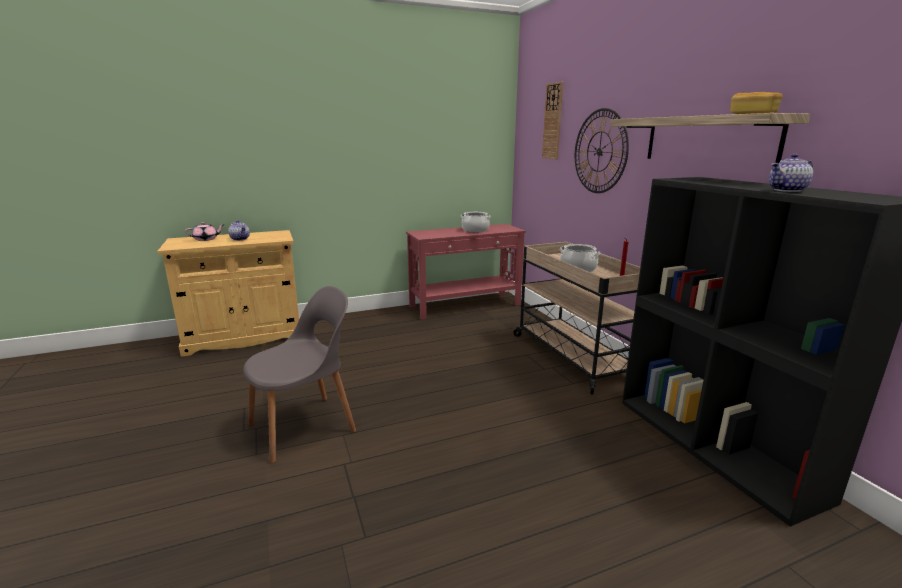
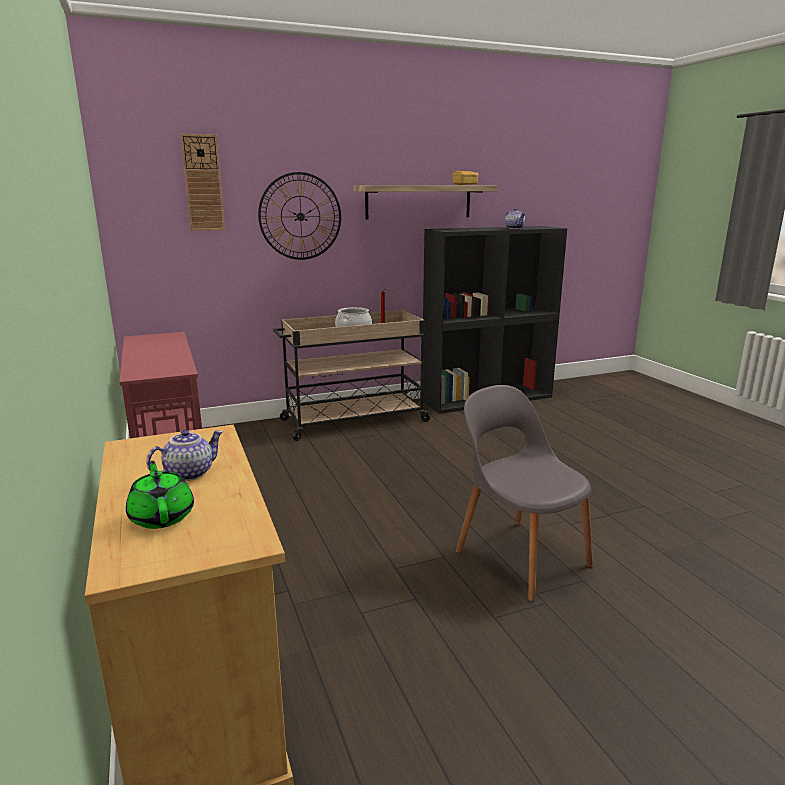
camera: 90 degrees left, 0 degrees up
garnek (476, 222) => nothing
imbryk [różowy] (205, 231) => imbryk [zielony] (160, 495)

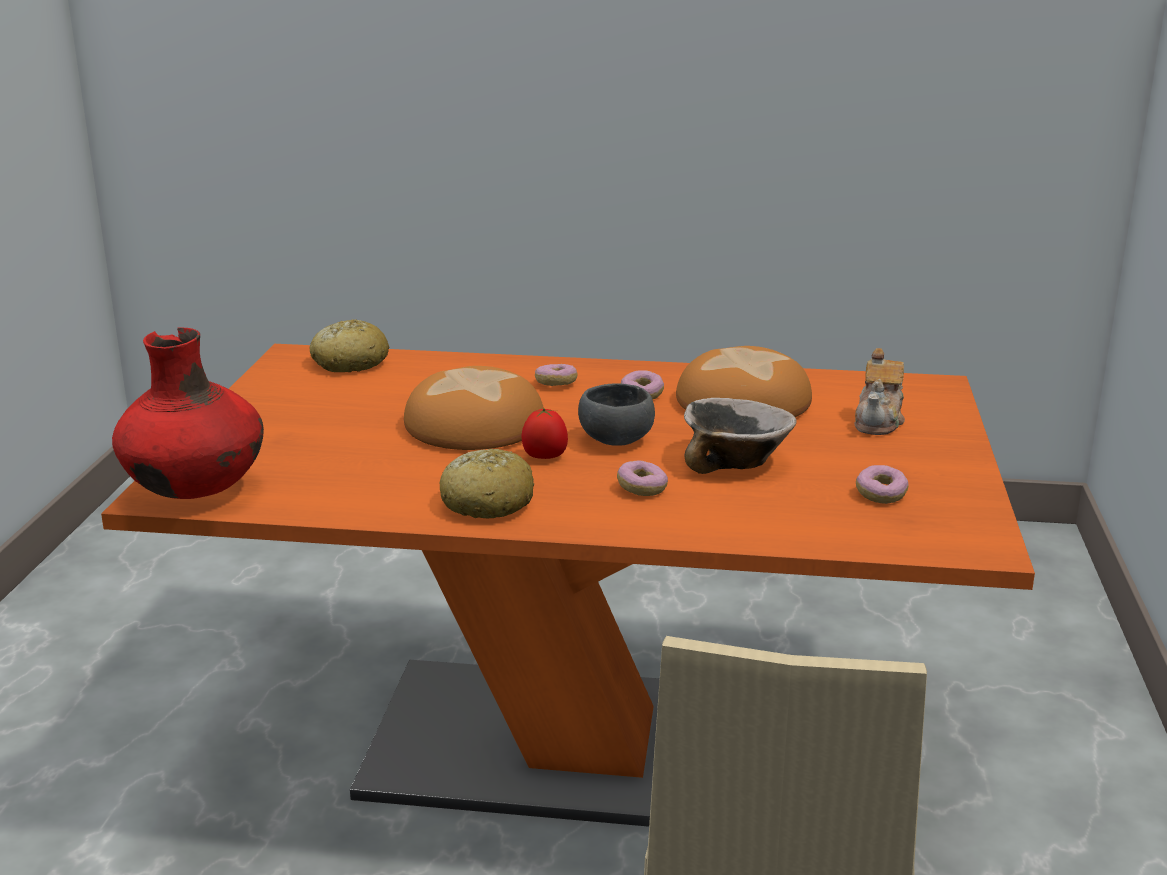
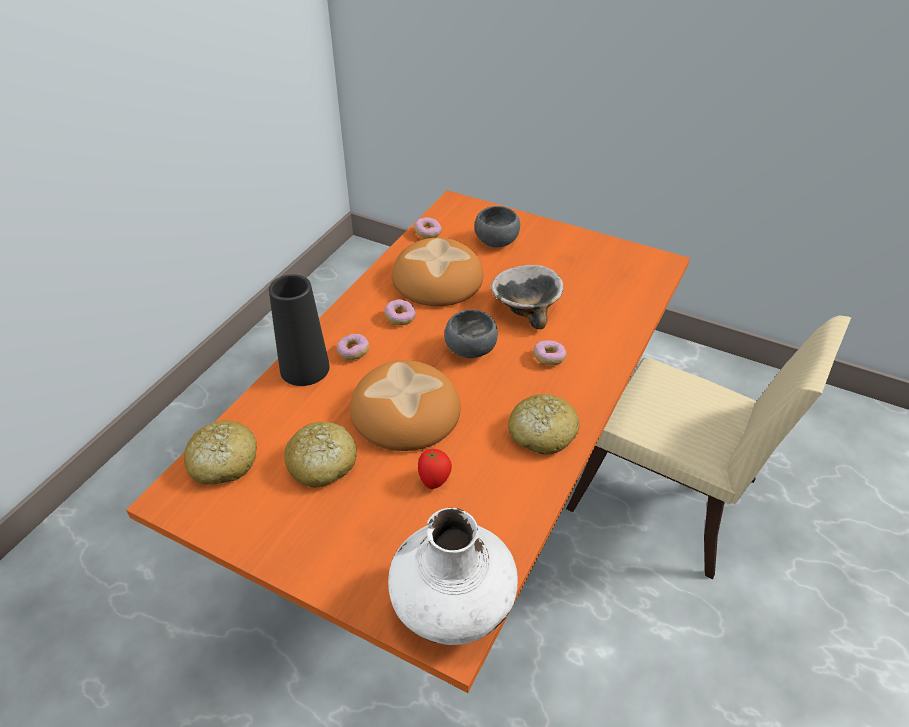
camera: 70 degrees left, 20 degrees up
nothing => wazon [czarny] (299, 330)
nothing => chleb (320, 454)
pomidor (545, 433) => pomidor (435, 469), moved
donut (882, 484) => donut (428, 228), moved
imbryk (880, 391) => miska [szary] (497, 226)
wazon [czerwony] (188, 413) => wazon [biały] (453, 576)

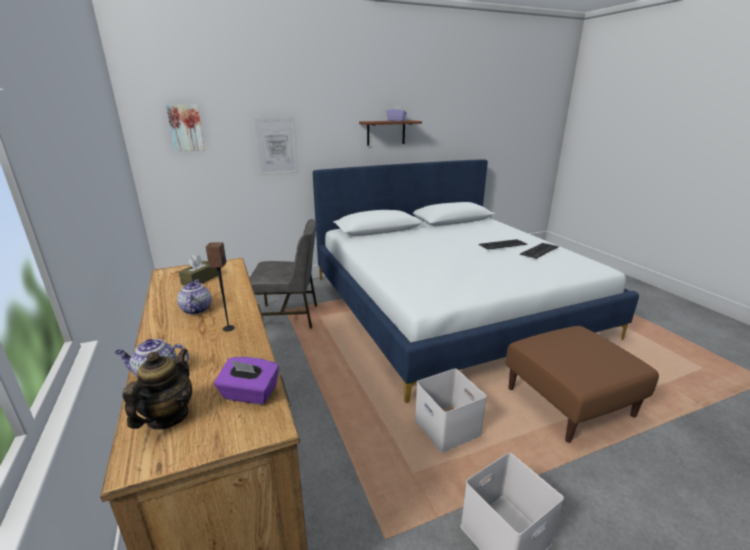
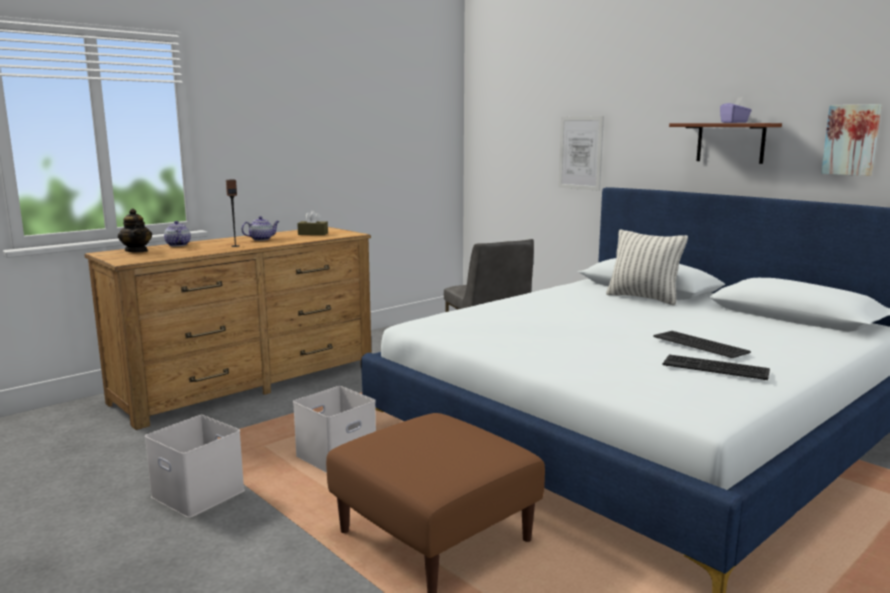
camera: 70 degrees right, 10 degrees down
pudełko chusteczek [fioletowy] (246, 380) => nothing
nothing => poduszka (647, 267)
obraz (185, 128) => obraz (851, 140), moved
imbryk (157, 389) => imbryk (135, 230), 60 degrees clockwise

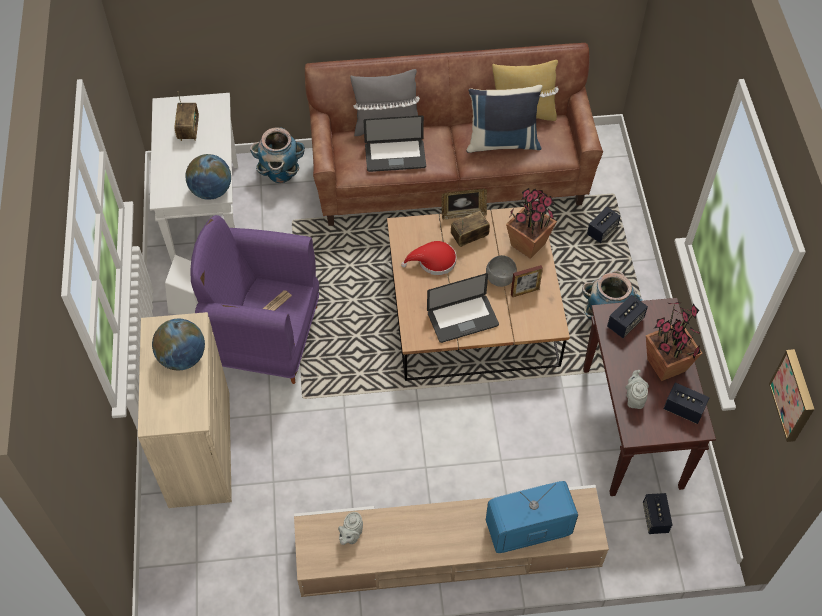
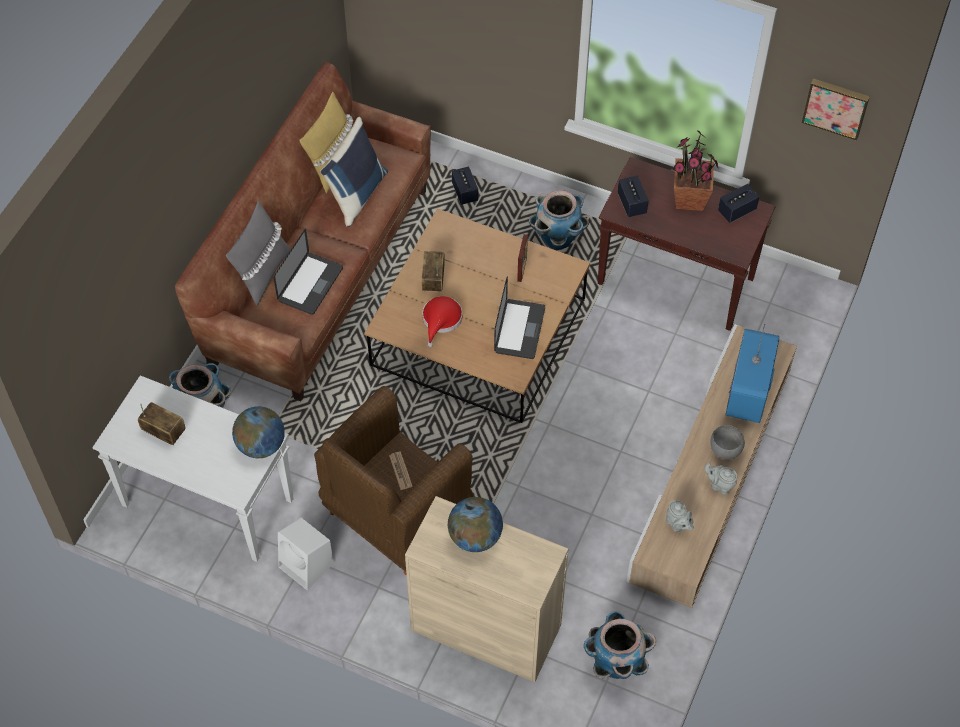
camera: 60 degrees left, 0 degrees up
ramka na zdjęcie (464, 204) => nothing
roślina doniczkowa (531, 223) => nothing
głośnik (658, 513) => nothing
nothing => donica (620, 645)
miska [szary] (501, 271) => miska [szary] (727, 442), moved
imbryk [szary] (637, 389) => imbryk [szary] (720, 479), moved
fotel [fioletowy] (254, 299) => fotel [brązowy] (394, 480)

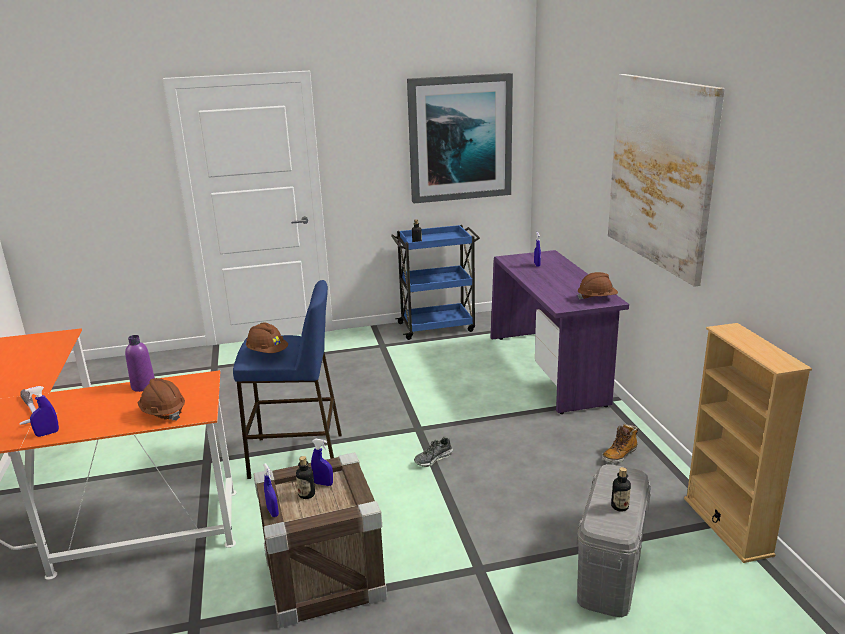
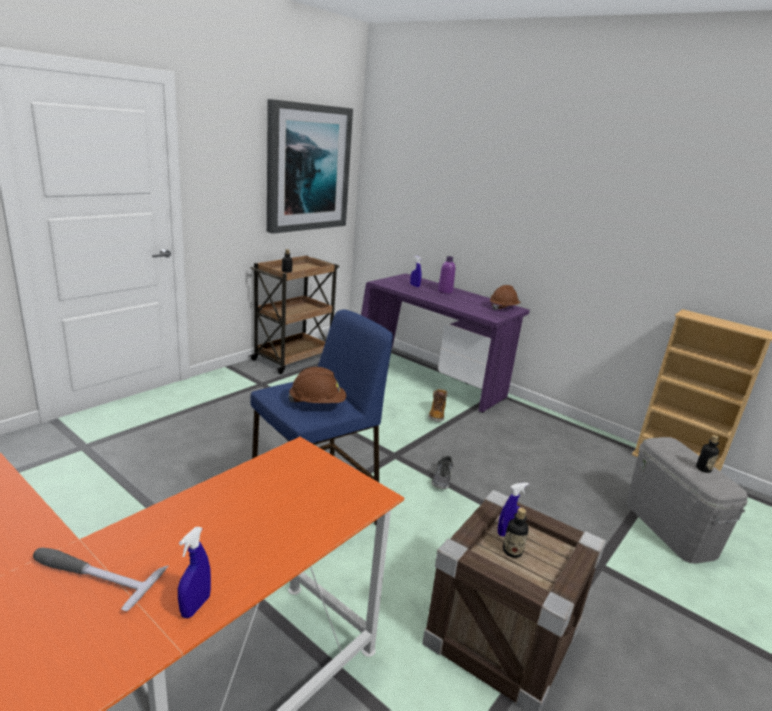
camera: 40 degrees left, 0 degrees up
kask [brązowy] (161, 399) => nothing
spryskiwacz [niebieski] (271, 490) => nothing
obraz (666, 180) => nothing
butelka [fioletowy] (140, 363) => butelka [fioletowy] (446, 275), moved
but z cholewką (620, 443) => but z cholewką (438, 405), moved
wózek [niebieski] (435, 282) => wózek [brązowy] (294, 314)

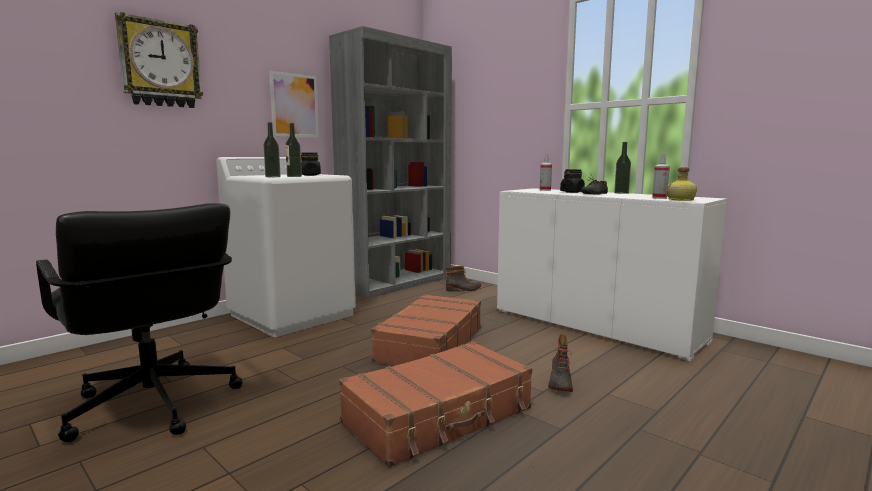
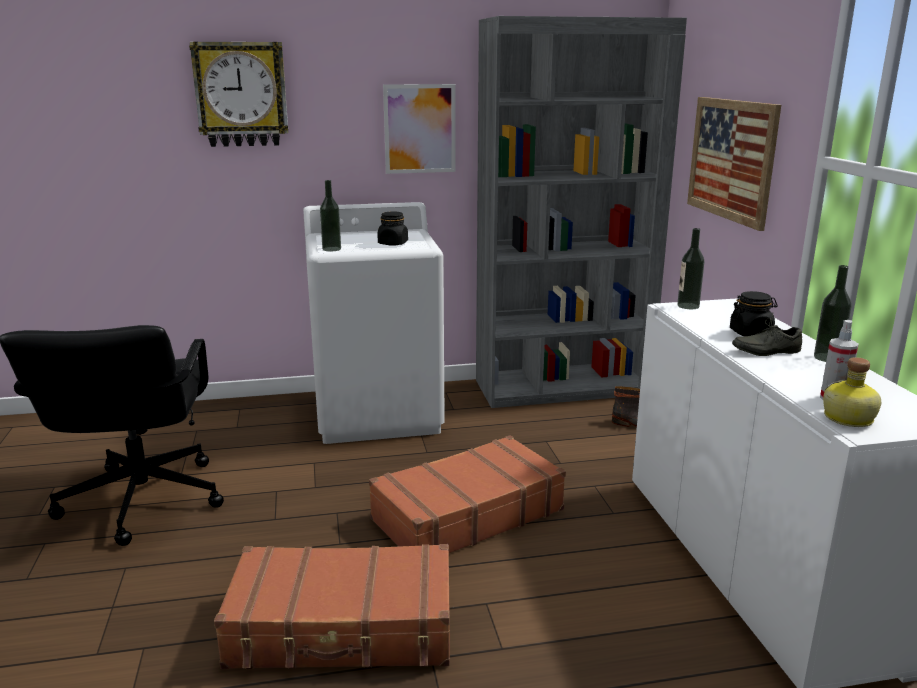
camera: 35 degrees right, 10 degrees up
spryskiwacz (546, 172) => nothing
but z cholewką (560, 363) => nothing
nothing => obraz (734, 164)
butelka (293, 150) => butelka (690, 268), moved

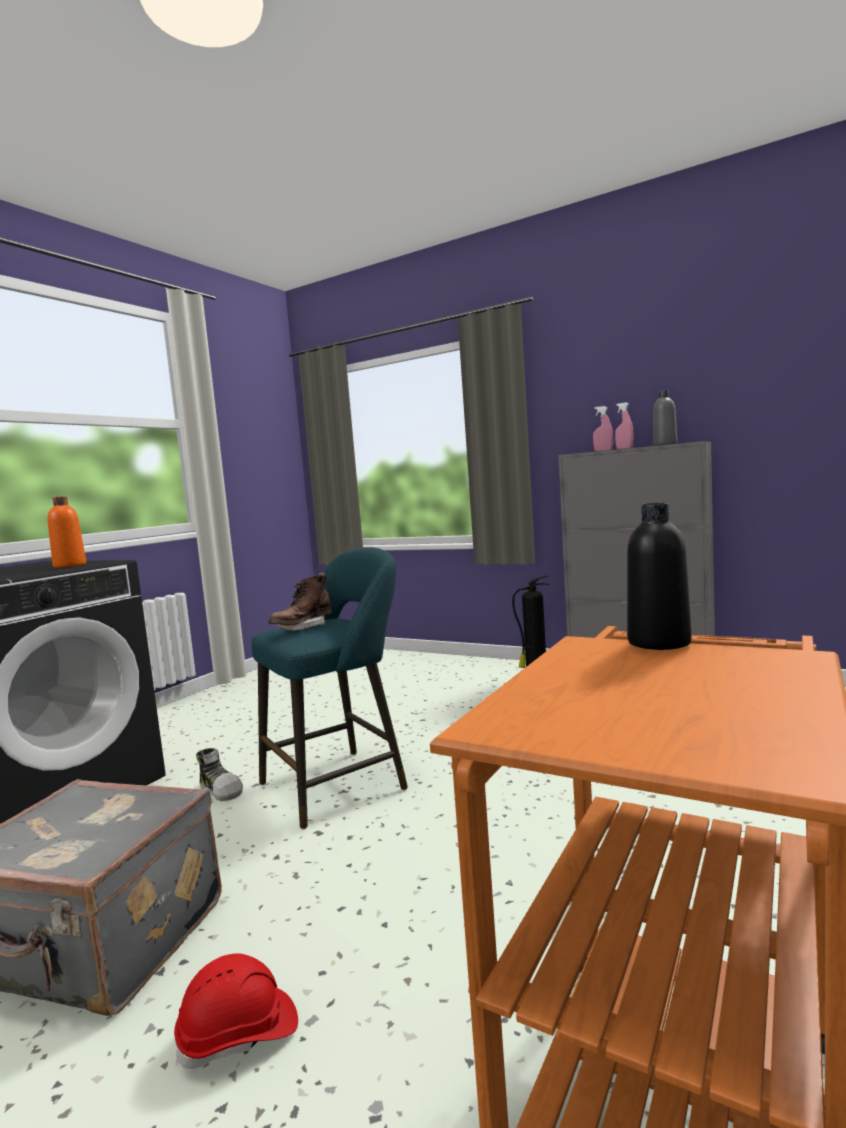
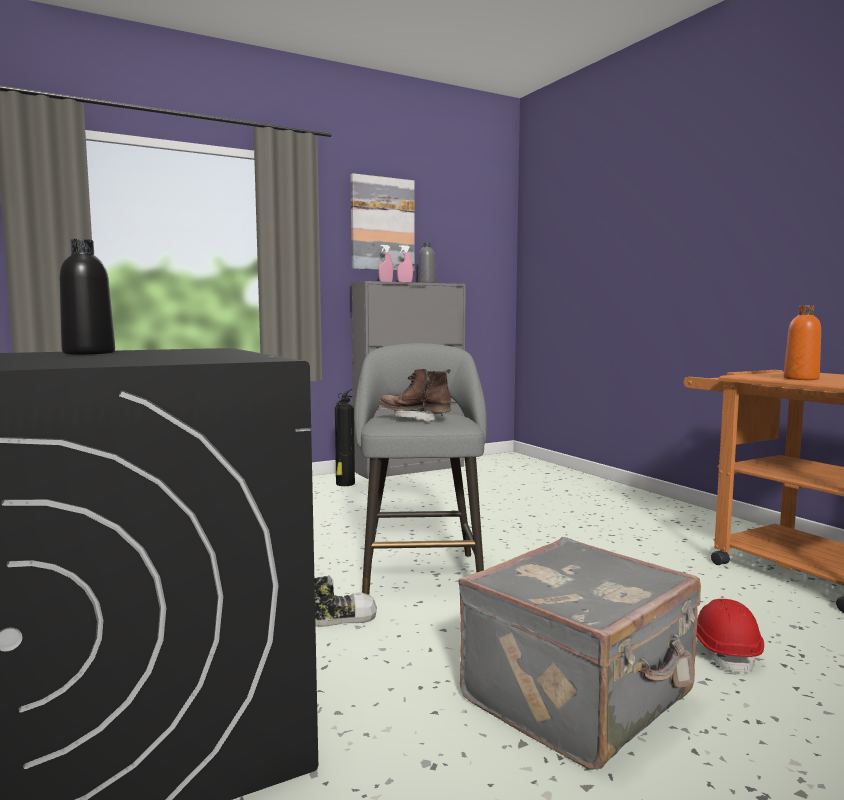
camera: 60 degrees left, 0 degrees up
nothing => obraz (383, 222)
butelka [pomarańczowy] (66, 532) => butelka [pomarańczowy] (802, 343), moved
butelka [czarny] (659, 576) => butelka [czarny] (87, 296), moved
stołek [turkusowy] (329, 688) => stołek [szary] (420, 469)
but z cholewką [brązowy] (300, 601) => but z cholewką [brązowy] (415, 395), 135 degrees clockwise

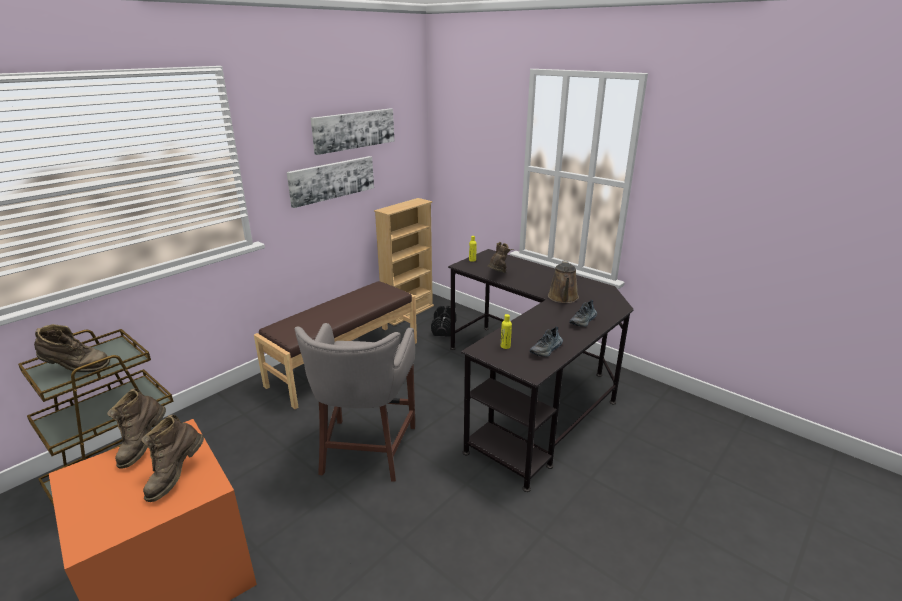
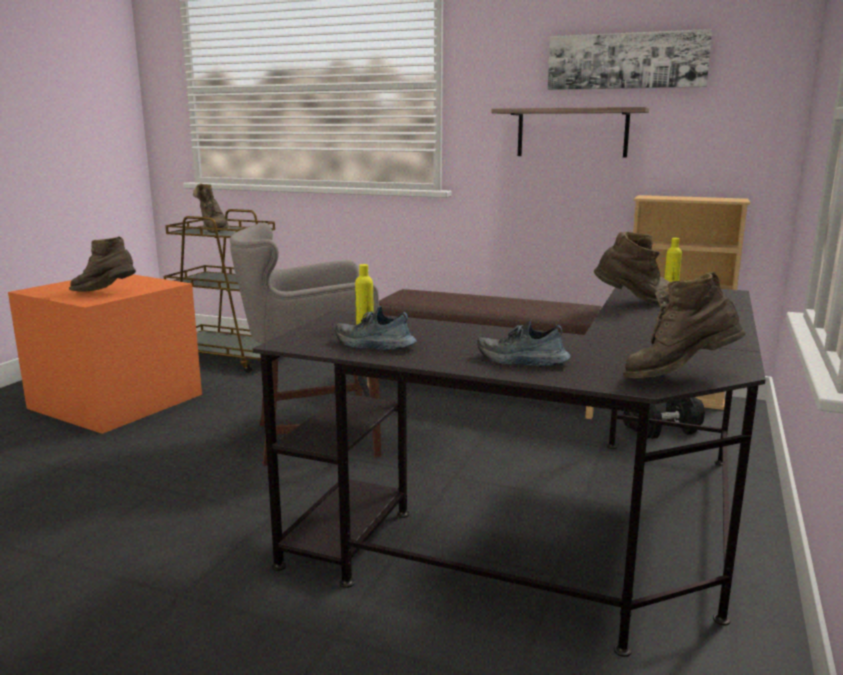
camera: 70 degrees right, 10 degrees down
konewka [brązowy] (563, 281) => nothing
but z cholewką [brązowy] (136, 428) => but z cholewką [brązowy] (684, 325), moved
obraz (330, 182) => półka (570, 132)

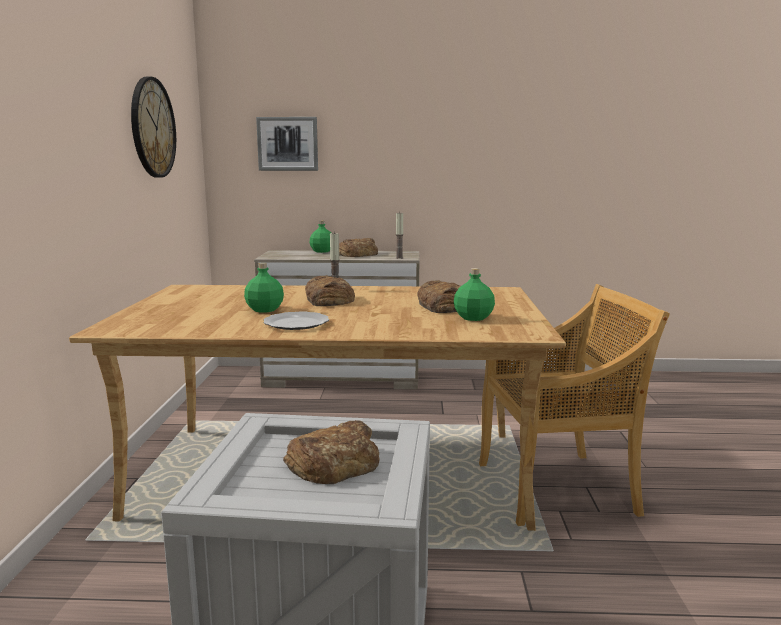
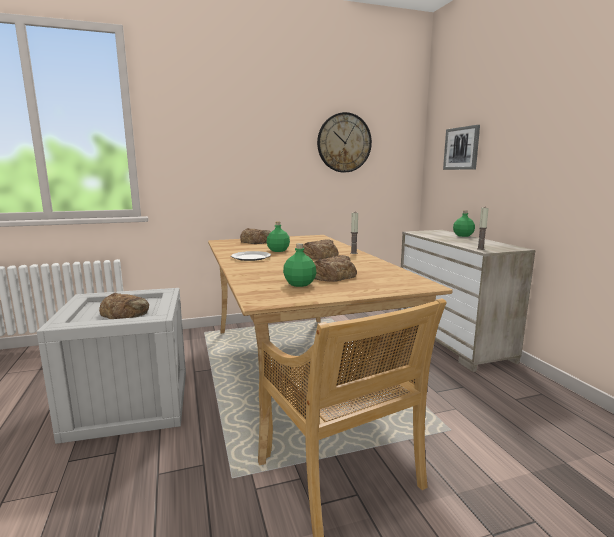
camera: 70 degrees right, 0 degrees up
chleb (358, 247) => chleb (255, 236), moved

